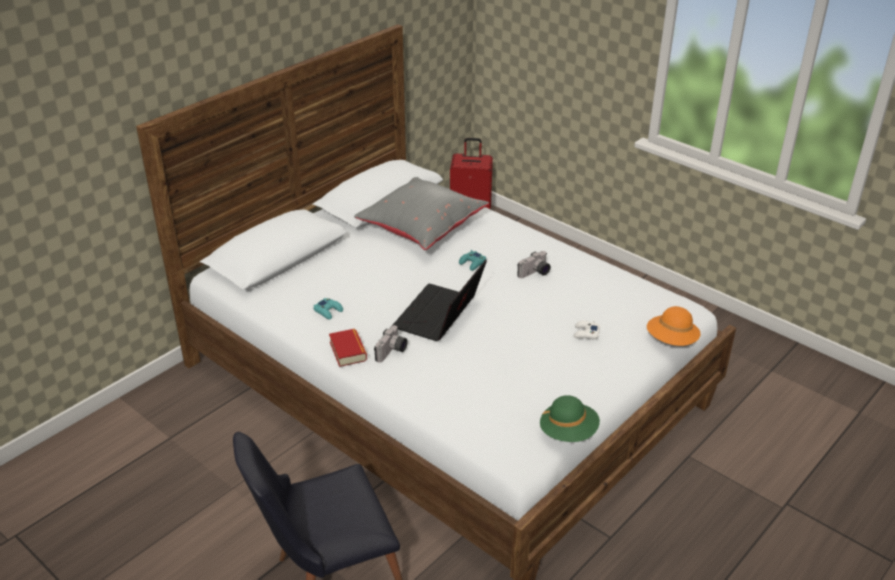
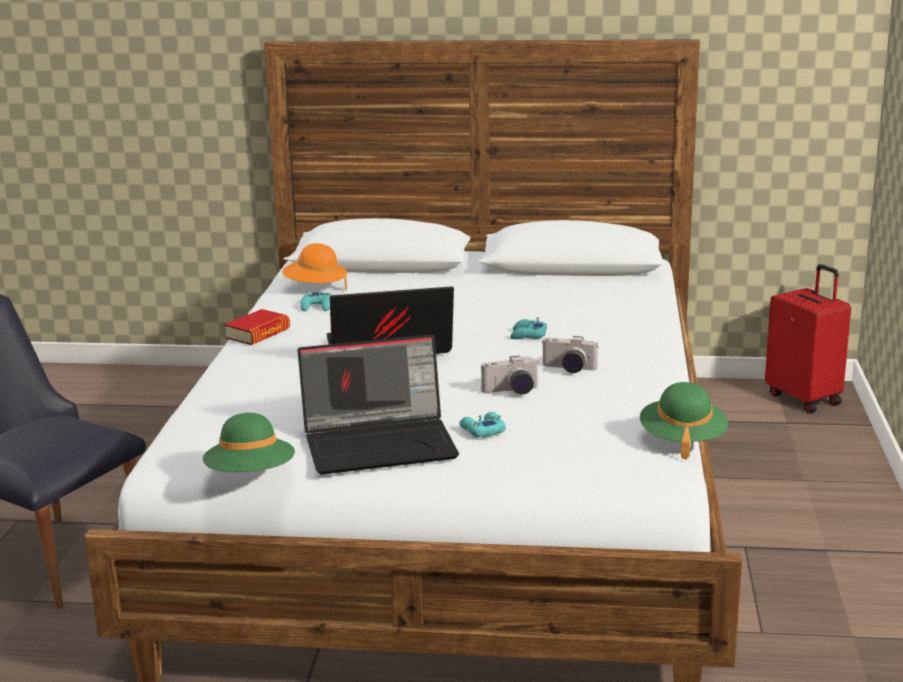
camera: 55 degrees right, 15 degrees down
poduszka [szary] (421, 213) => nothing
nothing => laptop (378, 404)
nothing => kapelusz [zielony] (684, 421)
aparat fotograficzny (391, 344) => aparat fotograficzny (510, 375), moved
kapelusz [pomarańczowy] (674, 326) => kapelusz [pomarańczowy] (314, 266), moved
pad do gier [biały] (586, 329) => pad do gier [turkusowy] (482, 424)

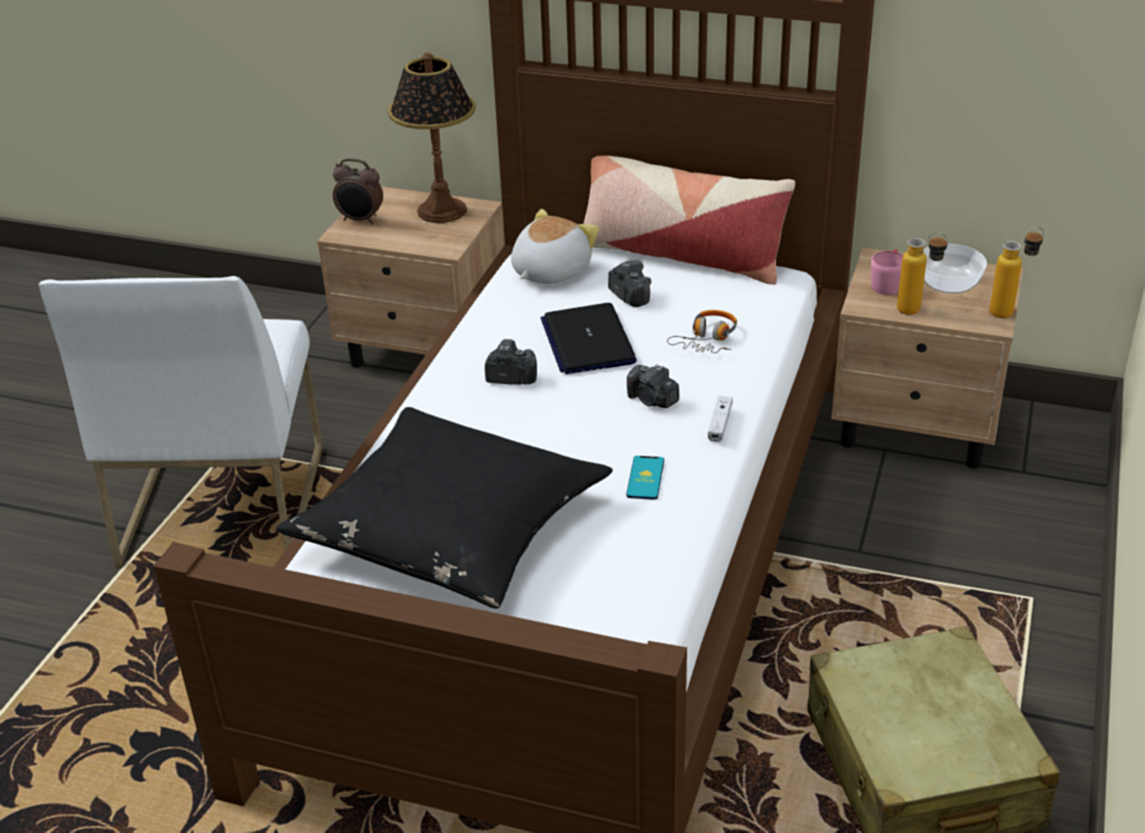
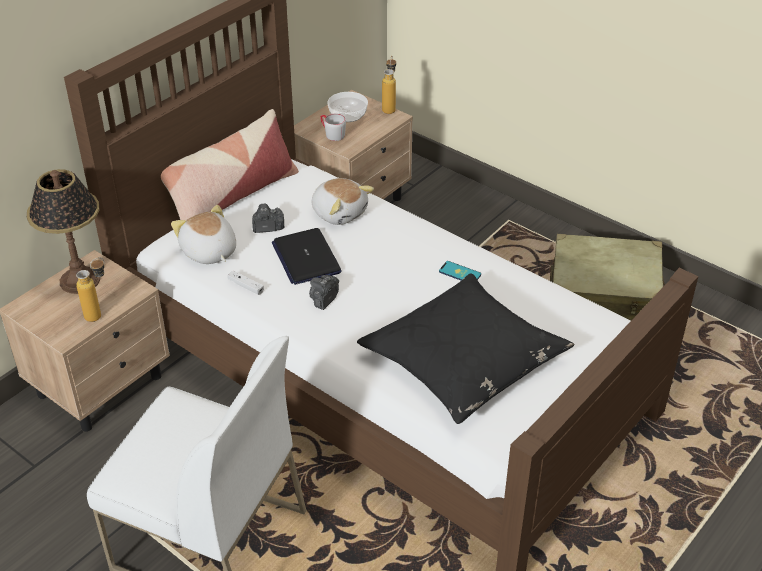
camera: 70 degrees left, 5 degrees up
budzik (358, 191) => nothing
aparat fotograficzny (653, 386) => nothing
pad do gier [biały] (720, 419) => pad do gier [biały] (245, 283), moved
butelka (922, 273) => butelka (90, 289), moved
słuchawki (702, 331) => pluszak (342, 201)
kubek [różowy] (887, 272) => kubek [szary] (333, 127)
laptop (589, 338) => laptop (307, 256), 60 degrees clockwise

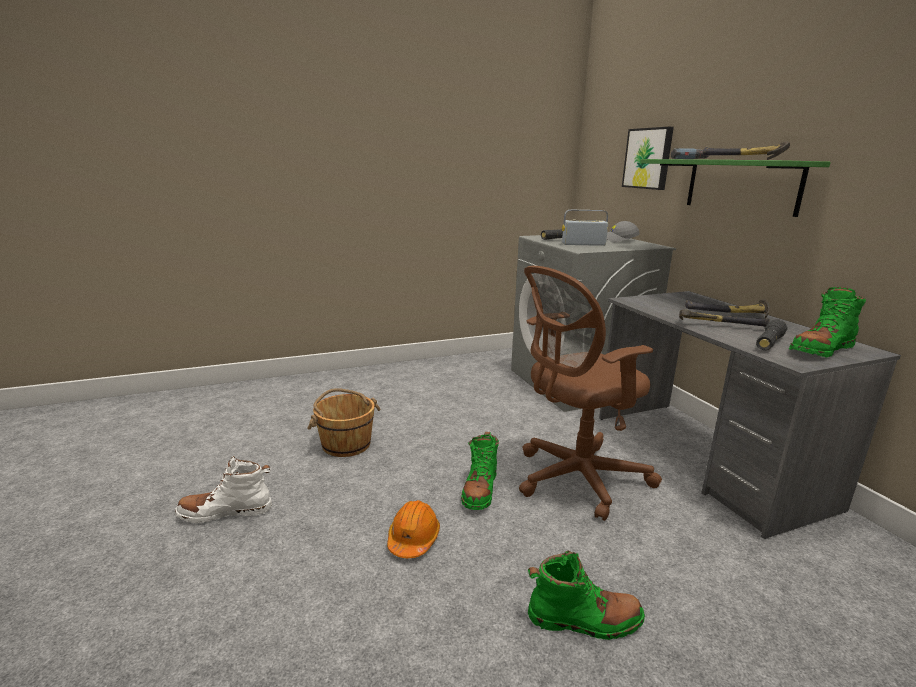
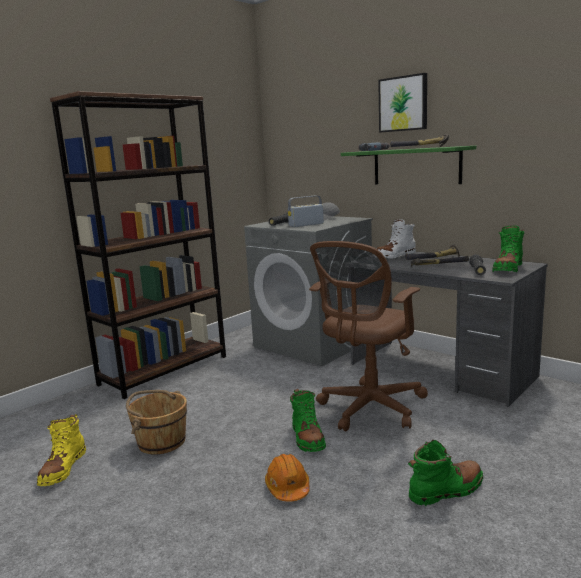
camera: 25 degrees left, 5 degrees down
nothing => but z cholewką [żółty] (61, 450)
nothing => regał [brązowy] (138, 245)
but z cholewką [biały] (223, 489) => but z cholewką [biały] (396, 239), moved
obraz (648, 158) => obraz (402, 102), moved

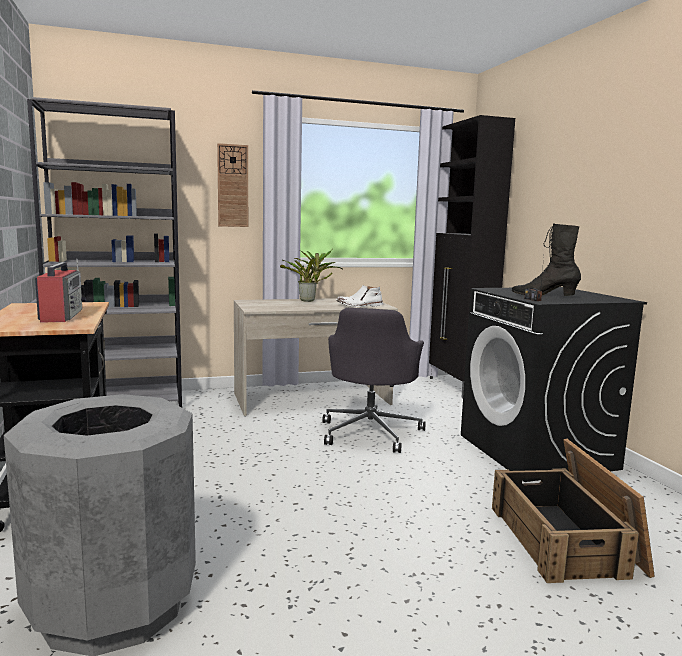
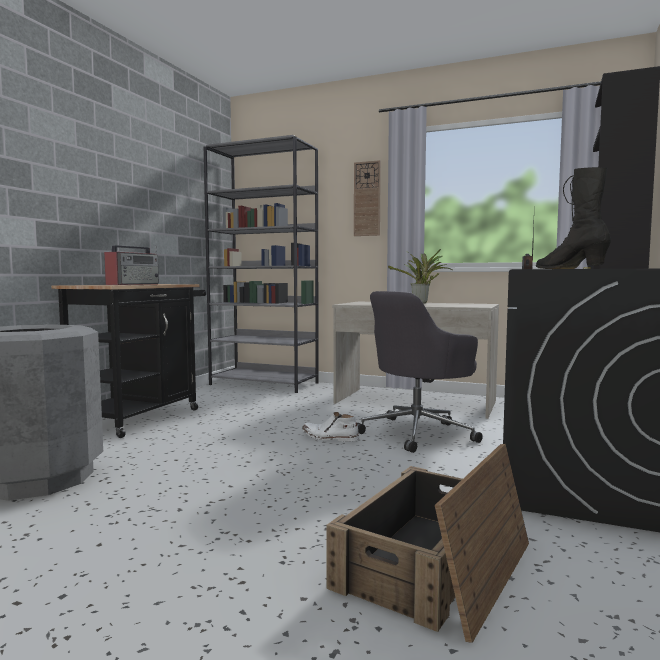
camera: 40 degrees right, 5 degrees down
but z cholewką [biały] (359, 296) => but z cholewką [biały] (330, 427), moved

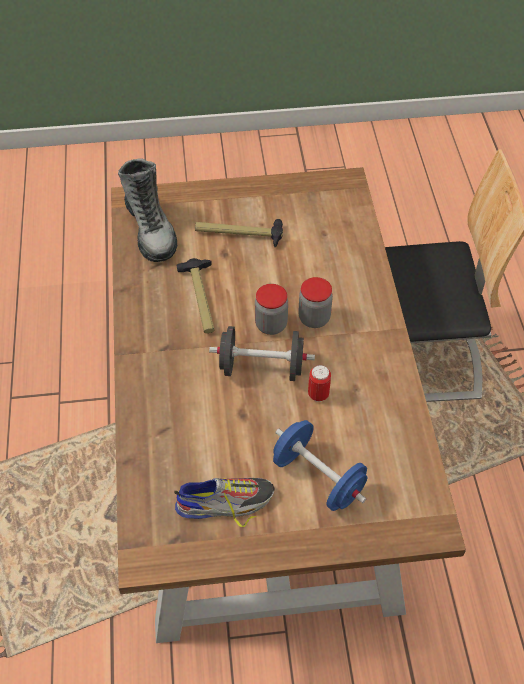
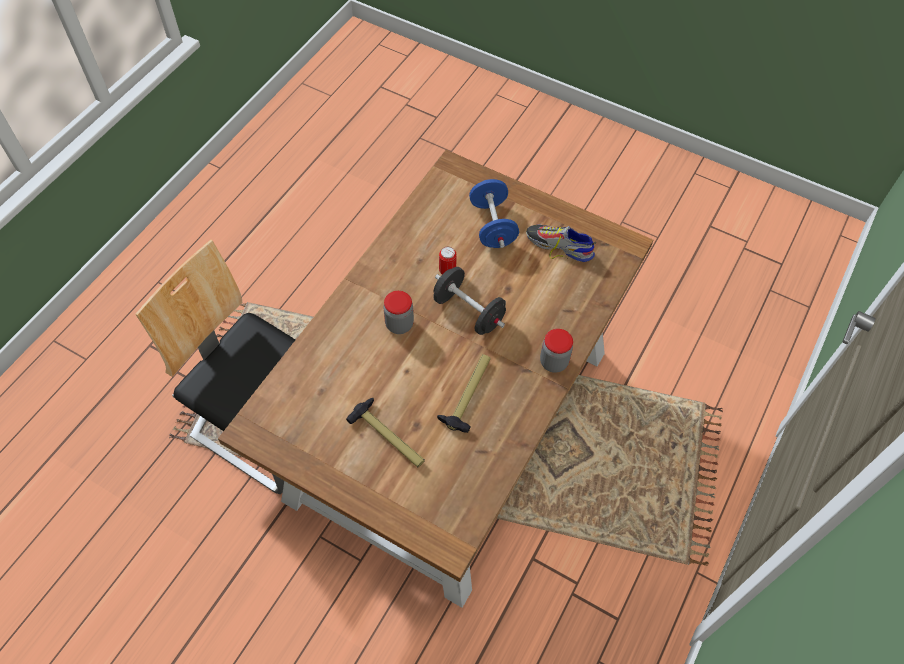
camera: 145 degrees left, 5 degrees up
but z cholewką (147, 210) => nothing
słoik (271, 309) => słoik (556, 351), moved

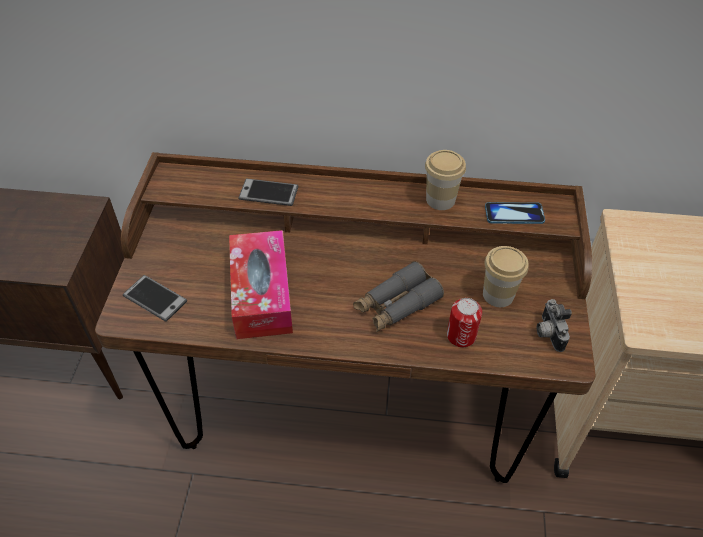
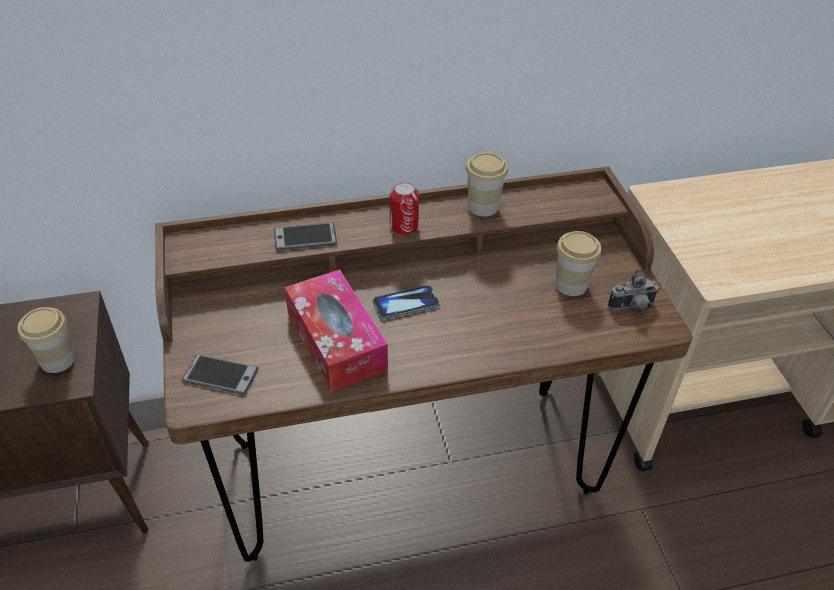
camera: 20 degrees left, 5 degrees down
lornetka [szary] (398, 296) => nothing
nothing => filiżanka (46, 340)
puszka (464, 322) => puszka (404, 208), moved
telefon (515, 213) => telefon (406, 302), moved
aparat fotograficzny (554, 325) => aparat fotograficzny (633, 291), 75 degrees counterclockwise

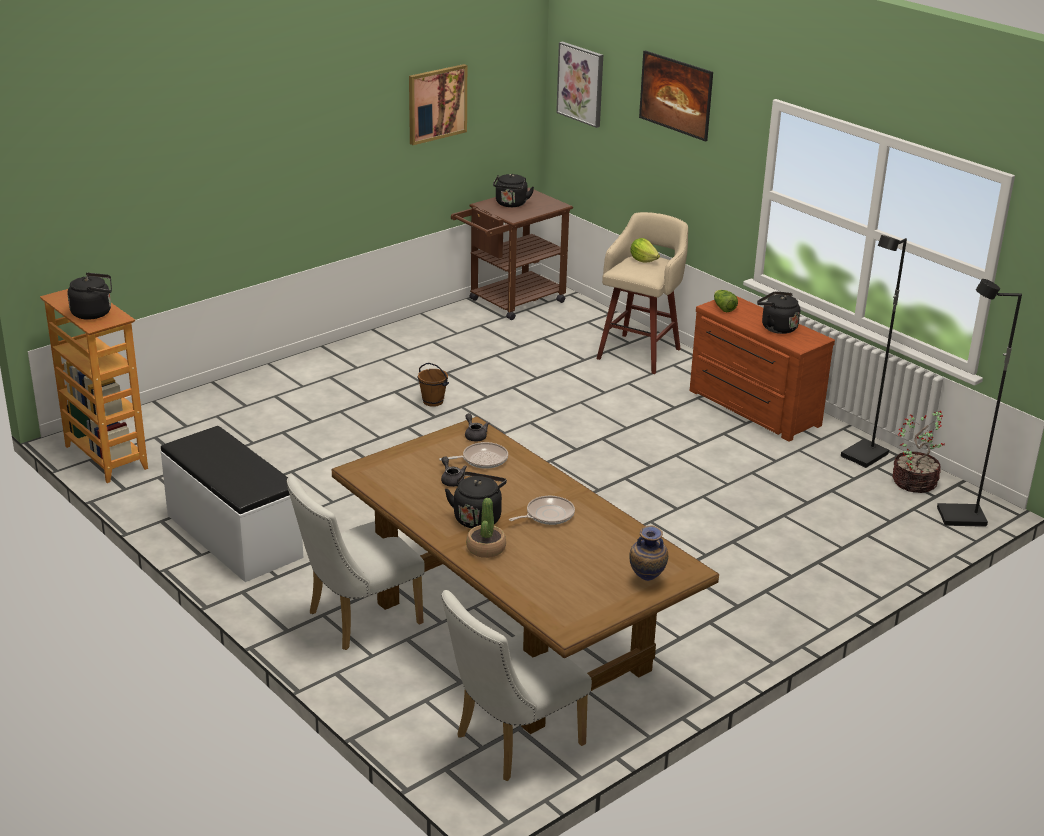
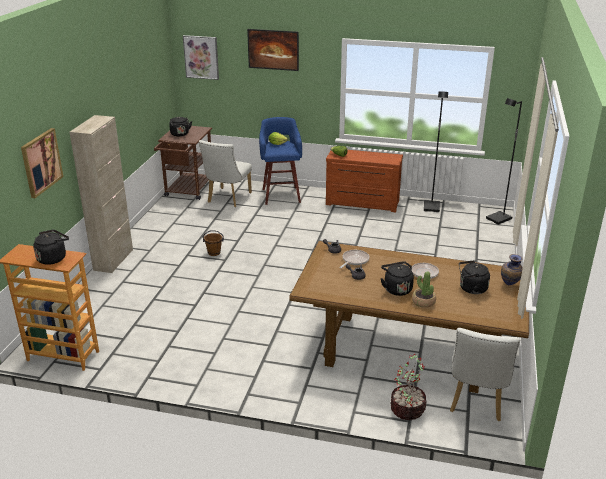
camera: 35 degrees left, 0 degrees up
ławka [biały] (231, 504) => nothing
nothing => szafka [beżowy] (101, 194)
krzesło [biały] (355, 562) => krzesło [biały] (225, 173), moved
obraz (438, 104) => obraz (42, 163), moved
czajnik [czarny] (778, 312) => czajnik [czarny] (474, 277), moved
roślina doniczkowa (918, 452) => roślina doniczkowa (408, 387), moved
stołek [beżowy] (642, 293) => stołek [niebieski] (280, 161)

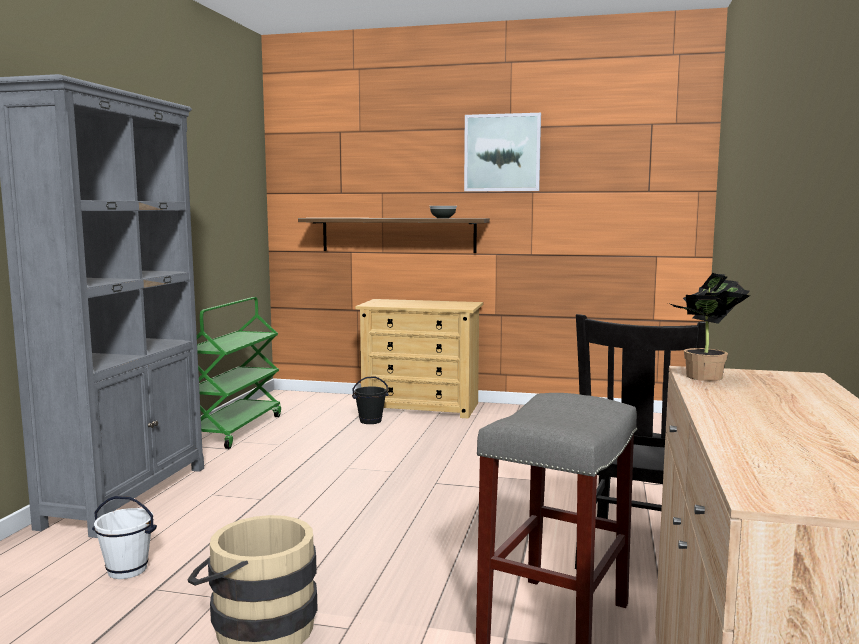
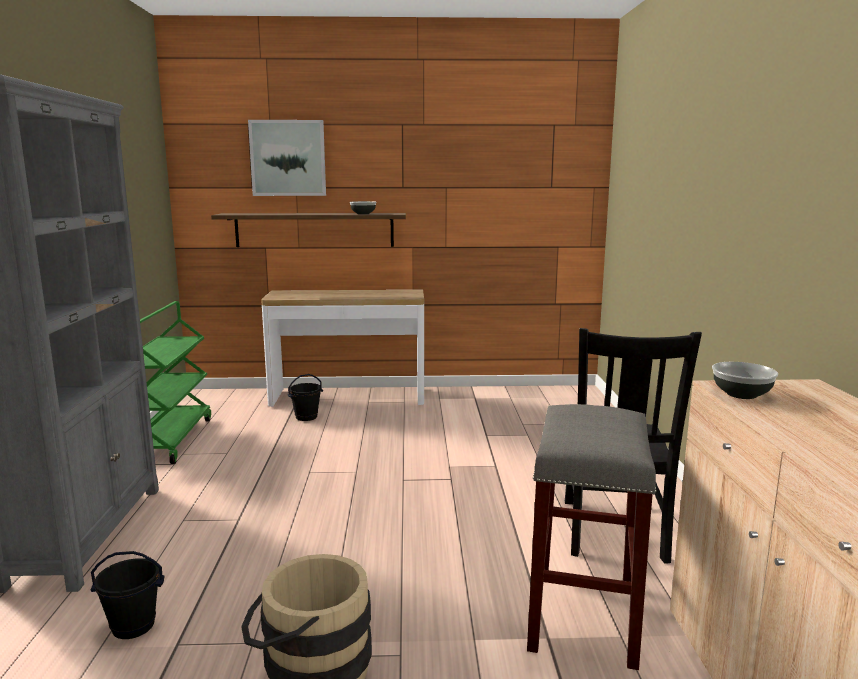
camera: 15 degrees left, 5 degrees up
obraz (502, 152) => obraz (287, 158), moved
komoda [beżowy] (419, 359) => stolik konsolowy (342, 348)
roślina doniczkowa (709, 327) => miska (745, 380)
wiadro [biały] (124, 537) => wiadro [czarny] (128, 595)

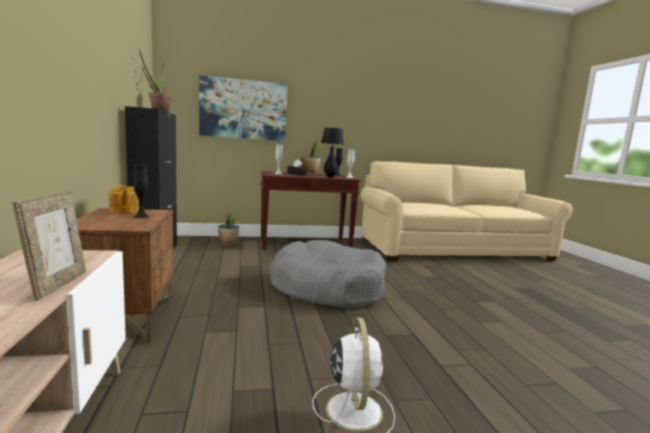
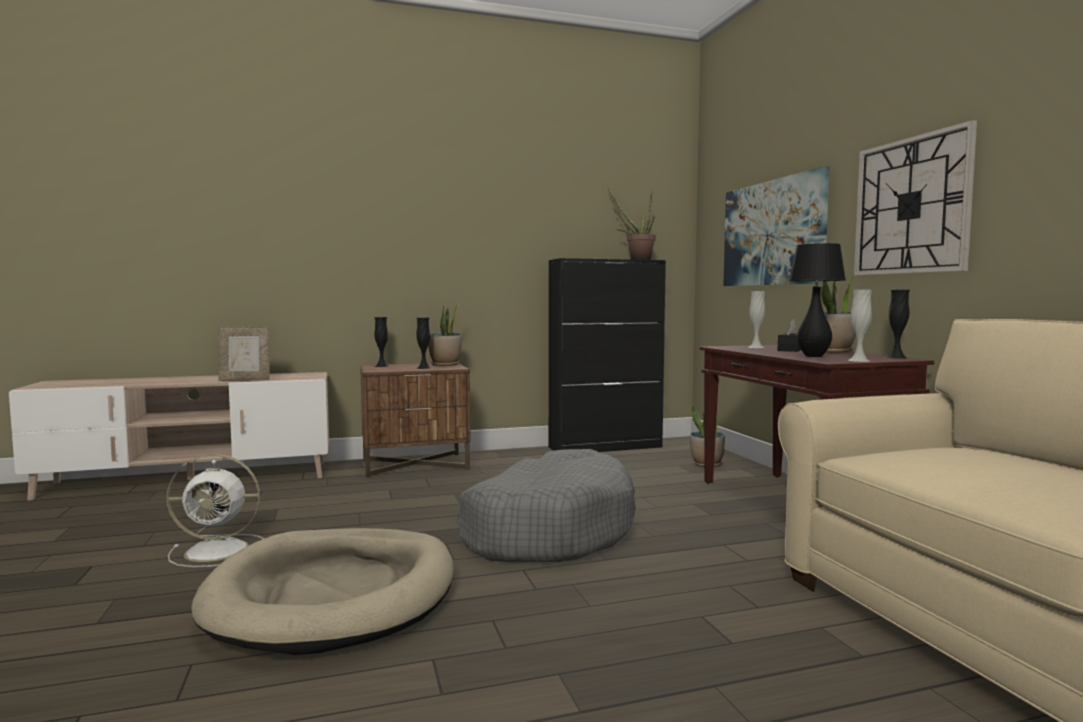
camera: 85 degrees right, 5 degrees down
nothing => legowisko [beżowy] (322, 591)
nothing => wazon [czarny] (381, 342)
nothing => zegar ścienny (915, 198)
imbryk (124, 199) => roślina doniczkowa (445, 333)

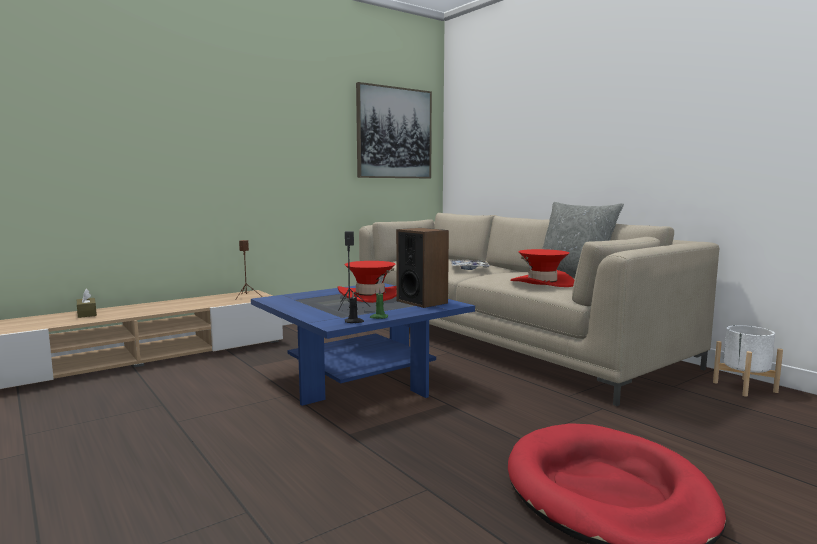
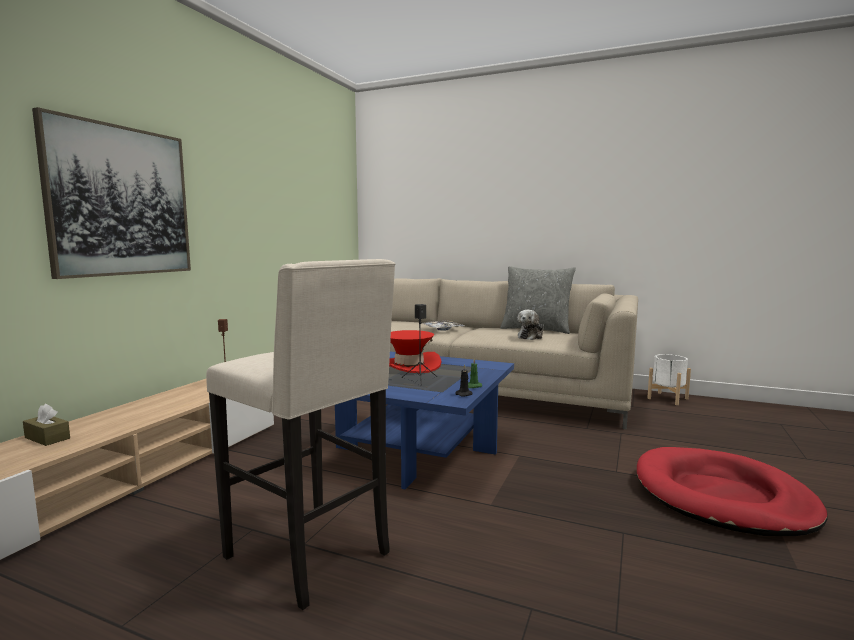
camera: 30 degrees left, 0 degrees up
głośnik (422, 268) => nothing
nothing => stołek [beżowy] (300, 434)
obraz (394, 130) => obraz (111, 193), moved
kapelusz [czerwony] (542, 268) => pluszak (530, 325)

